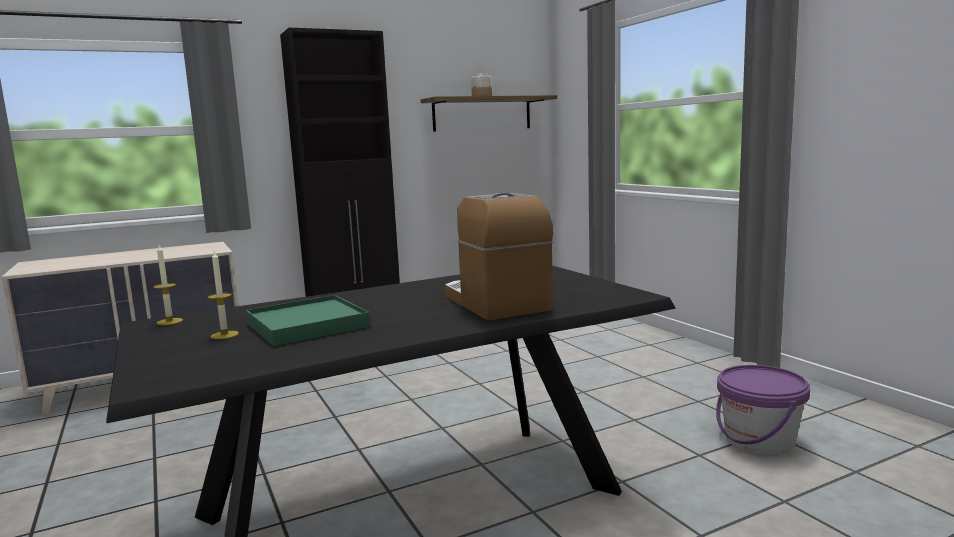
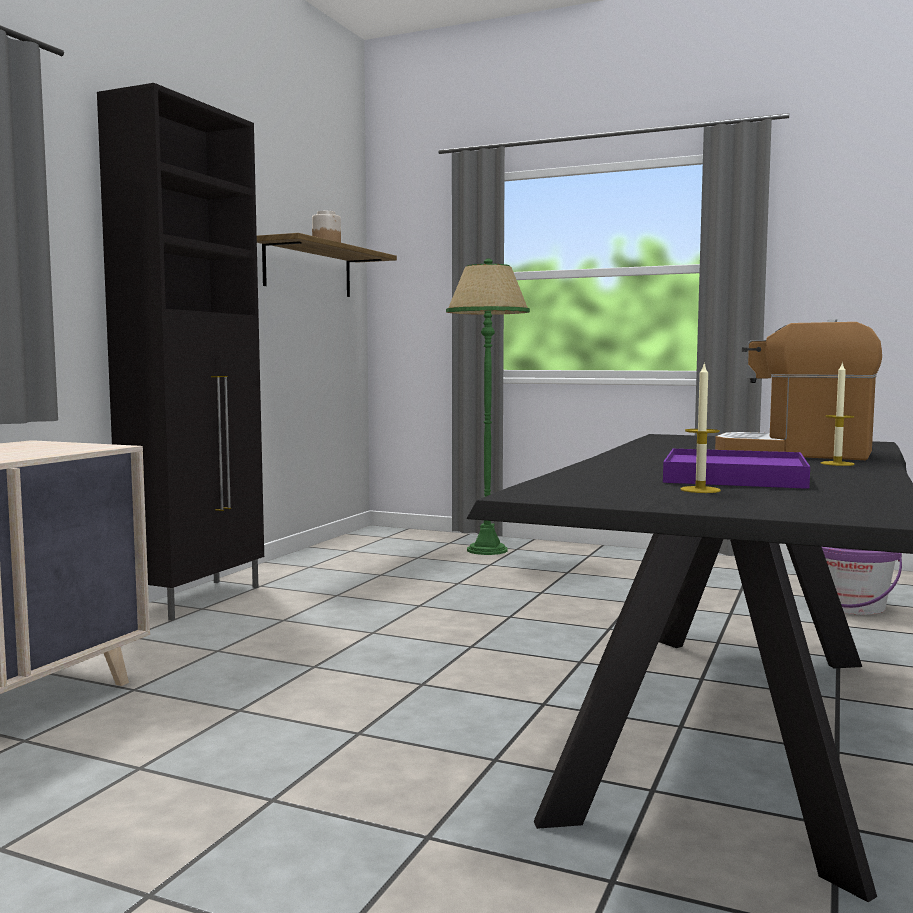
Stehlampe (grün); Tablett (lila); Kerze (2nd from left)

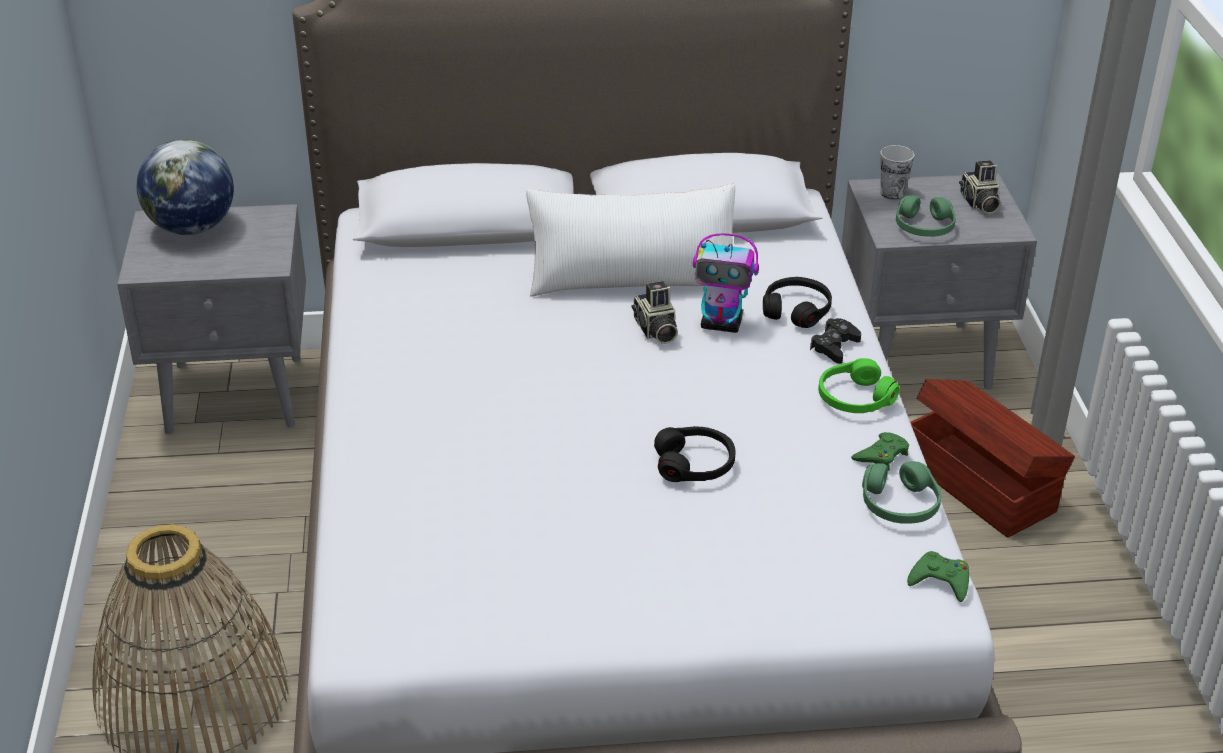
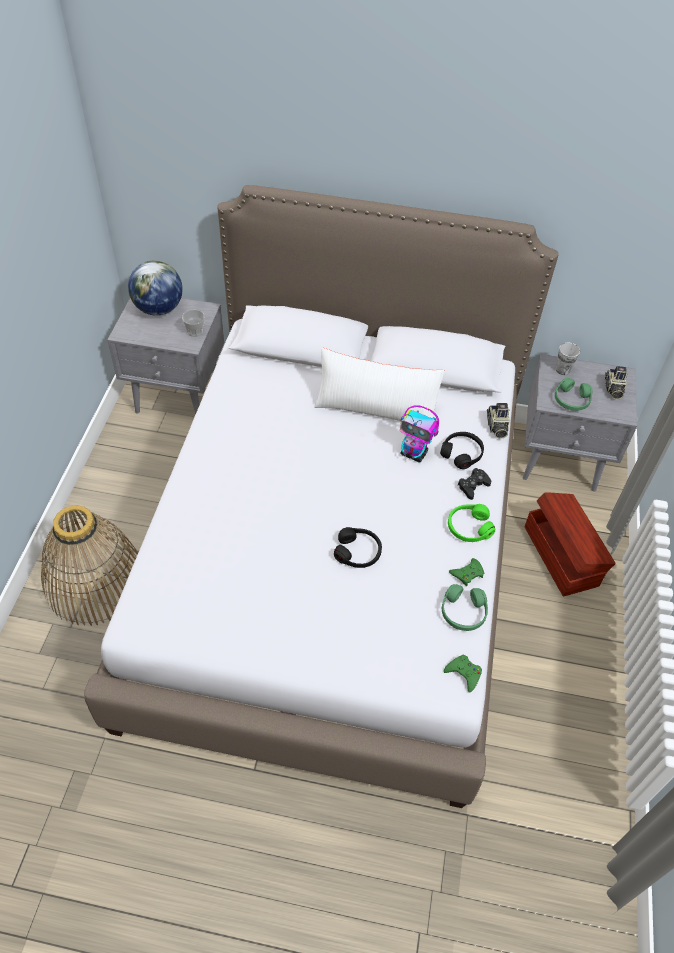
Tasse (1st from left); Kamera (1st from left)

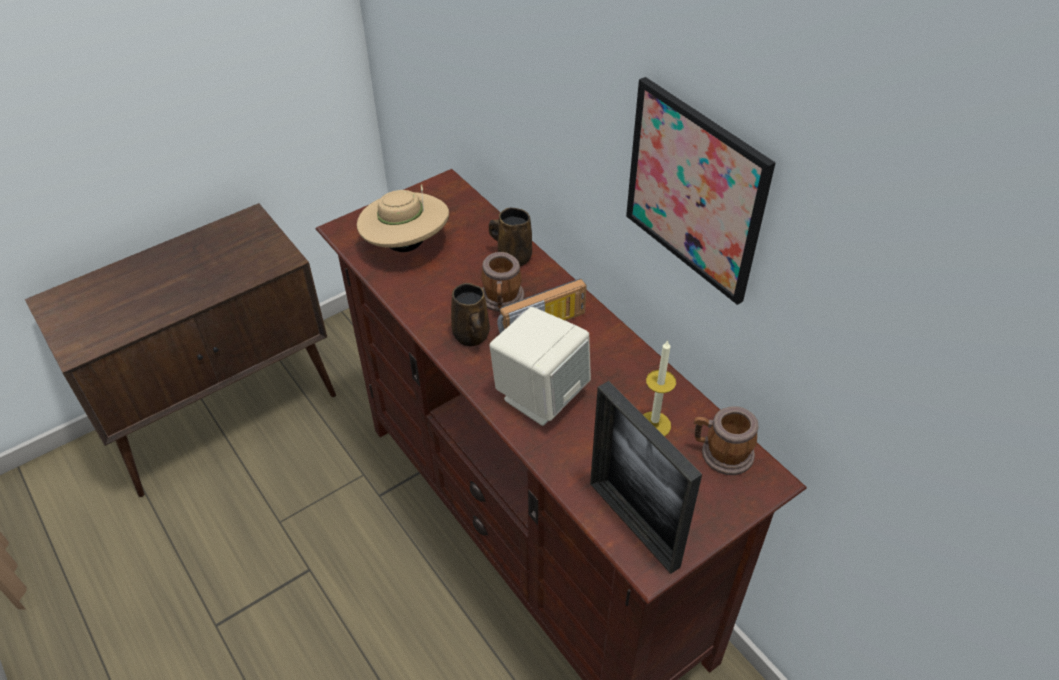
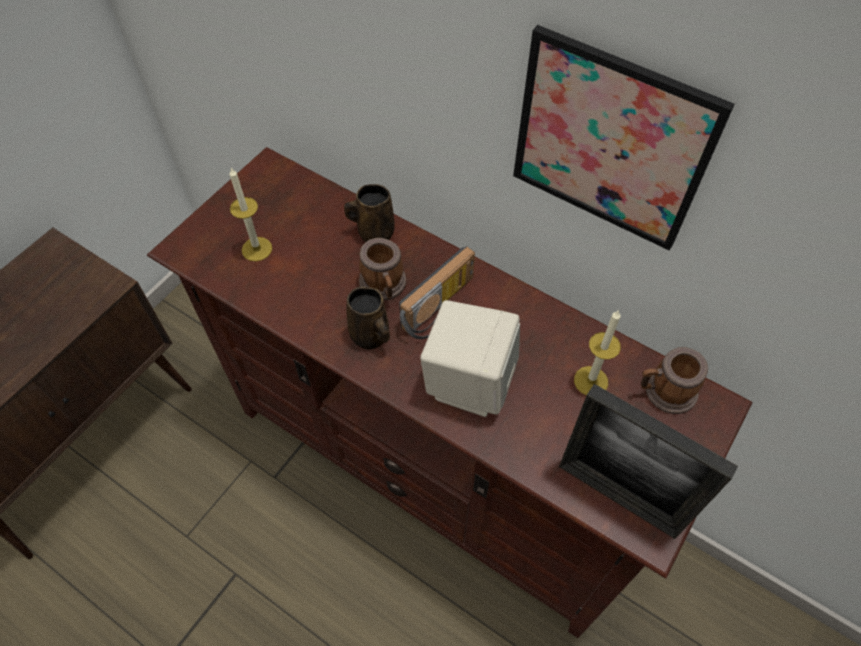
Kerze (1st from left)

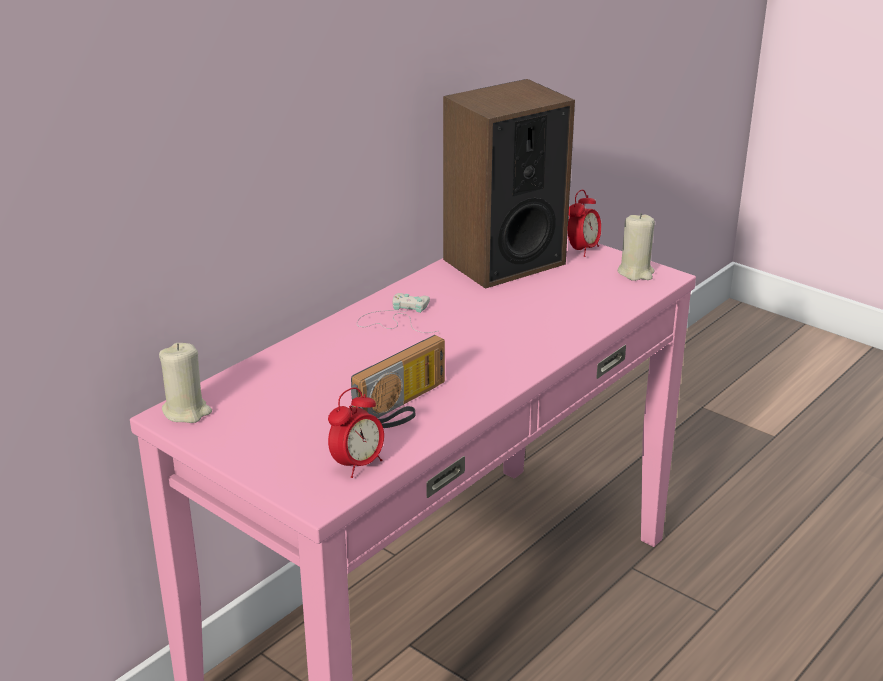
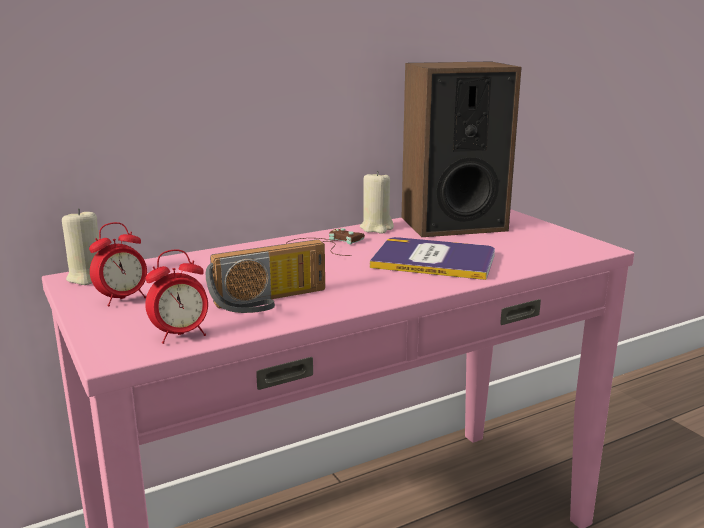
Wecker (1st from left); Gamepad (braun); Kerze (beige) (2nd from left); Buch

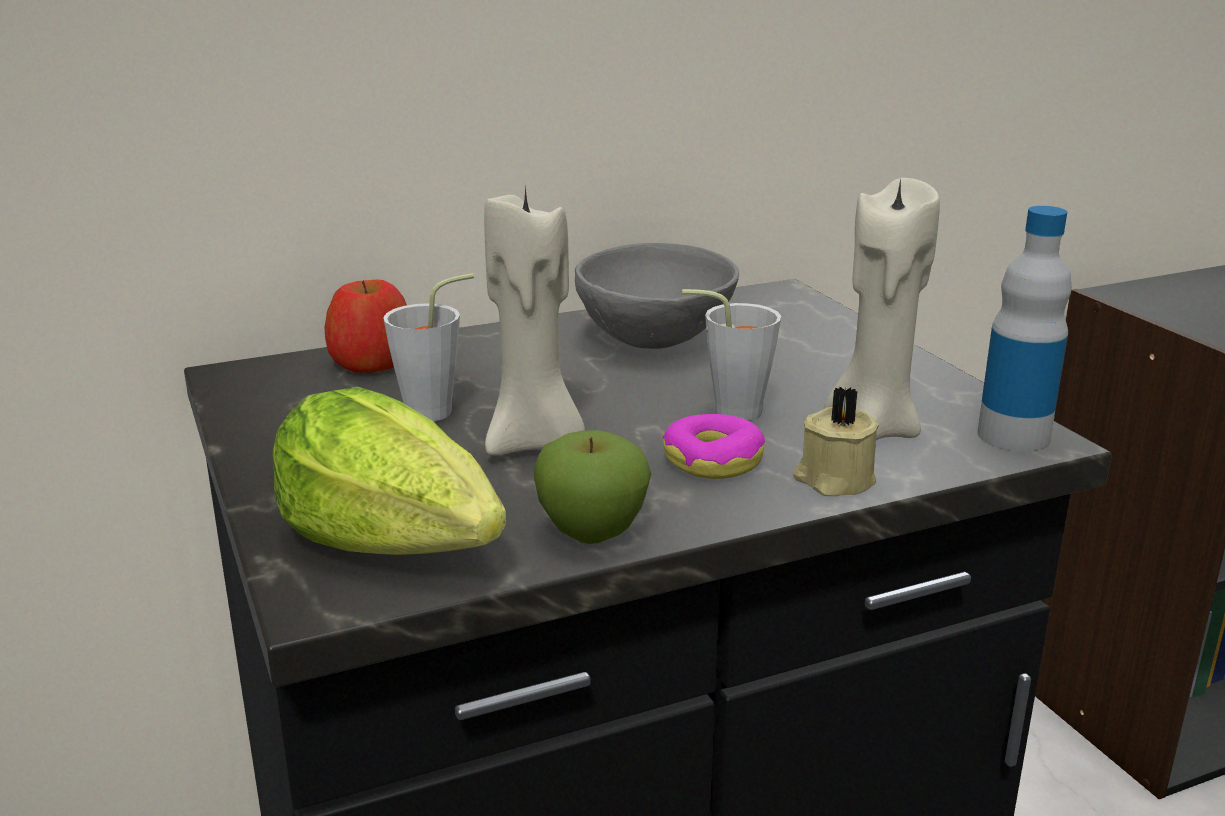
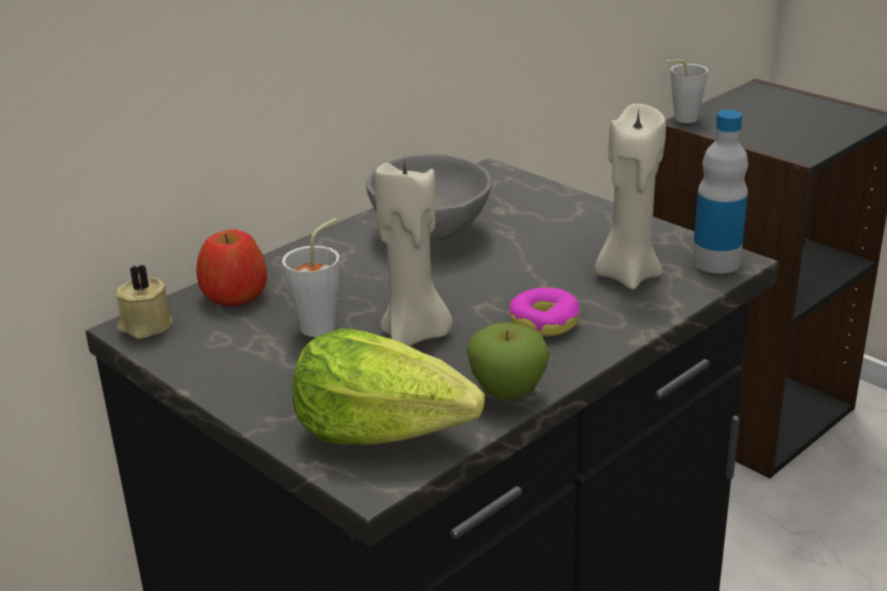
Kerze (beige) (1st from left); Tasse (grau) (2nd from left)

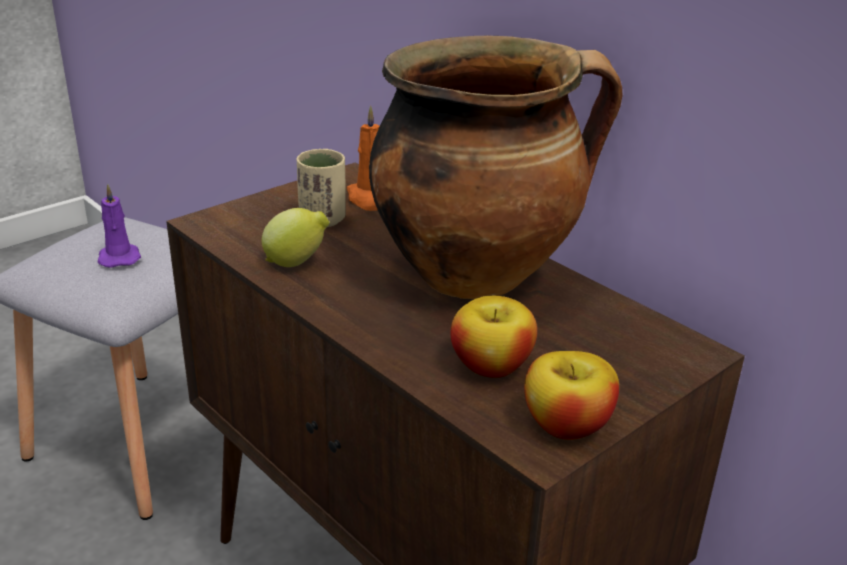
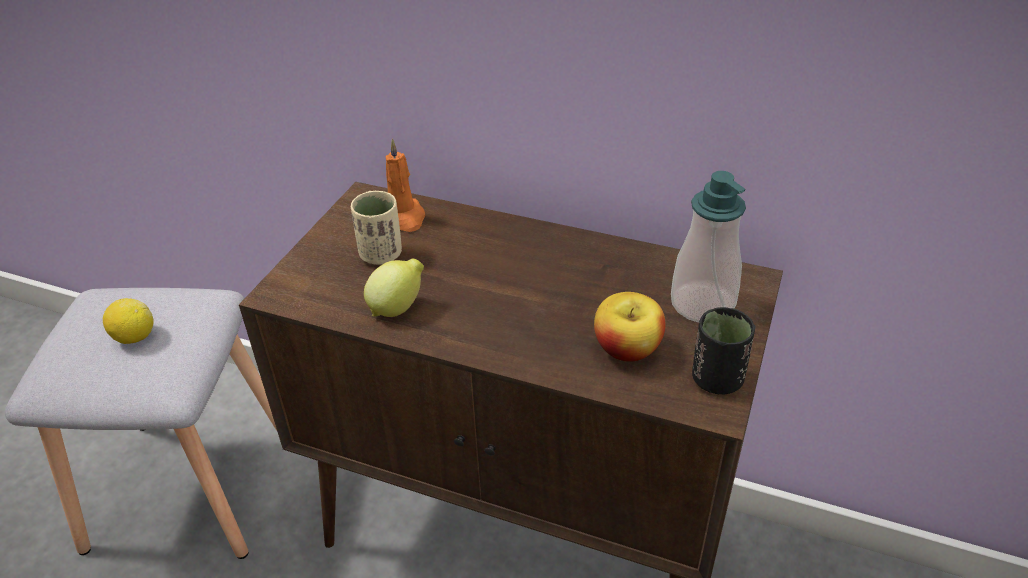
Zitrone (1st from left); Seifenspender; Tasse (schwarz); Kochtopf

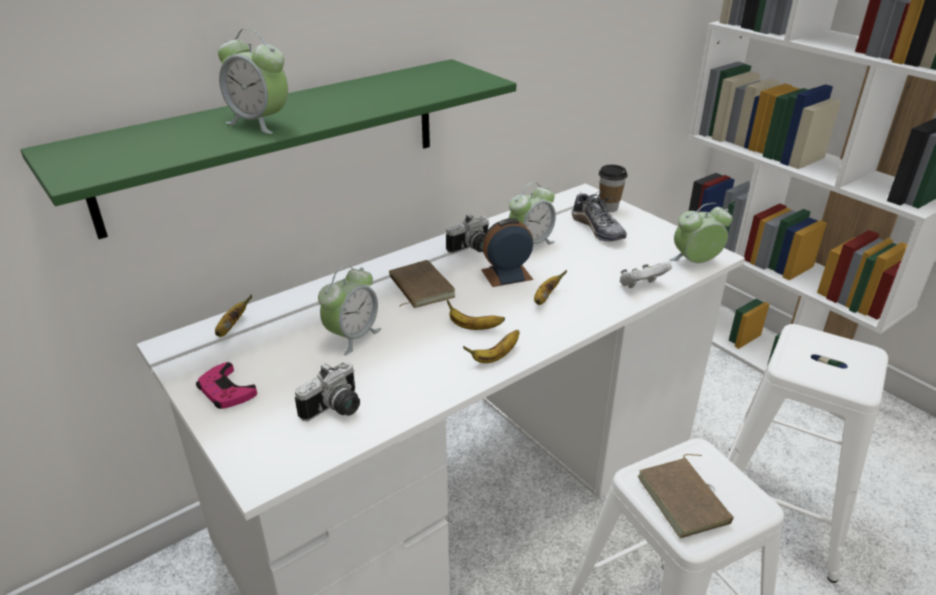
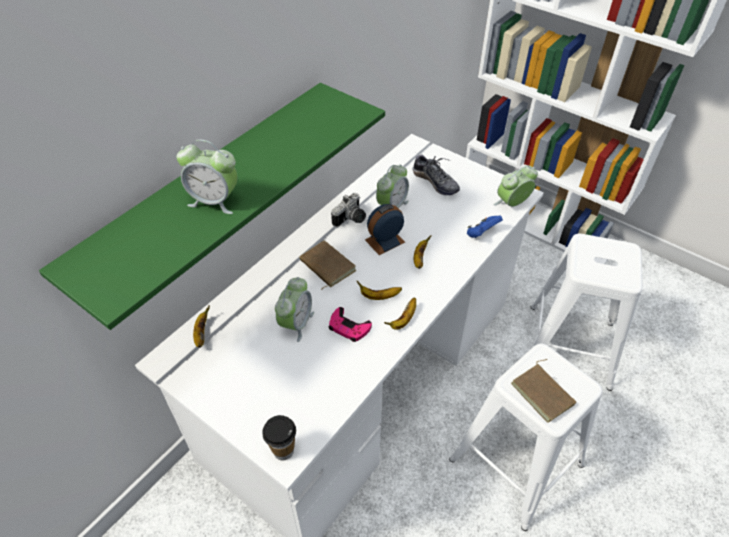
Tasse; Gamepad (rosa); Gamepad (blau); Kamera (1st from left in the first image)

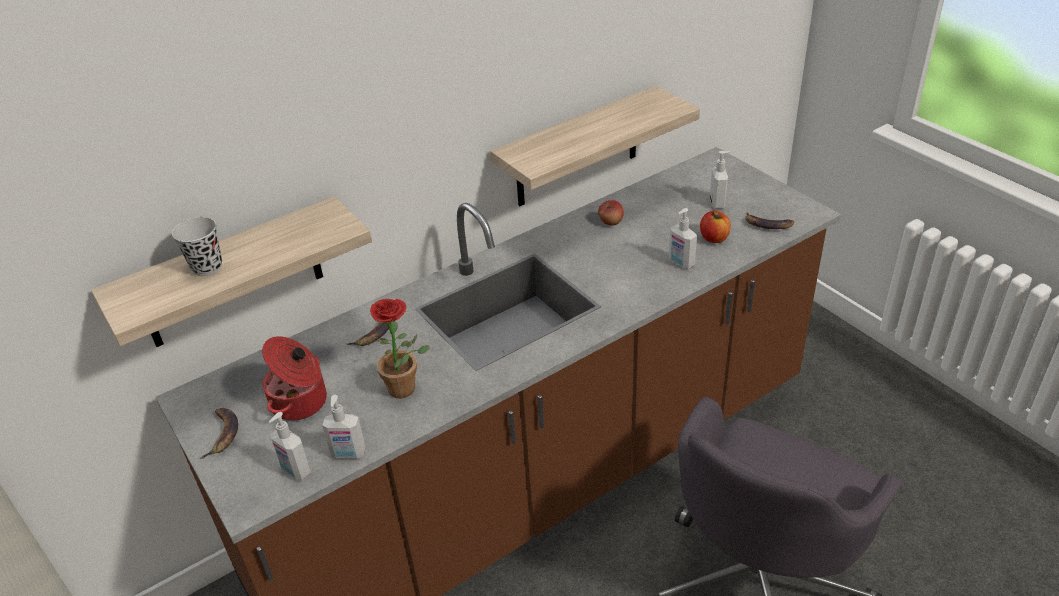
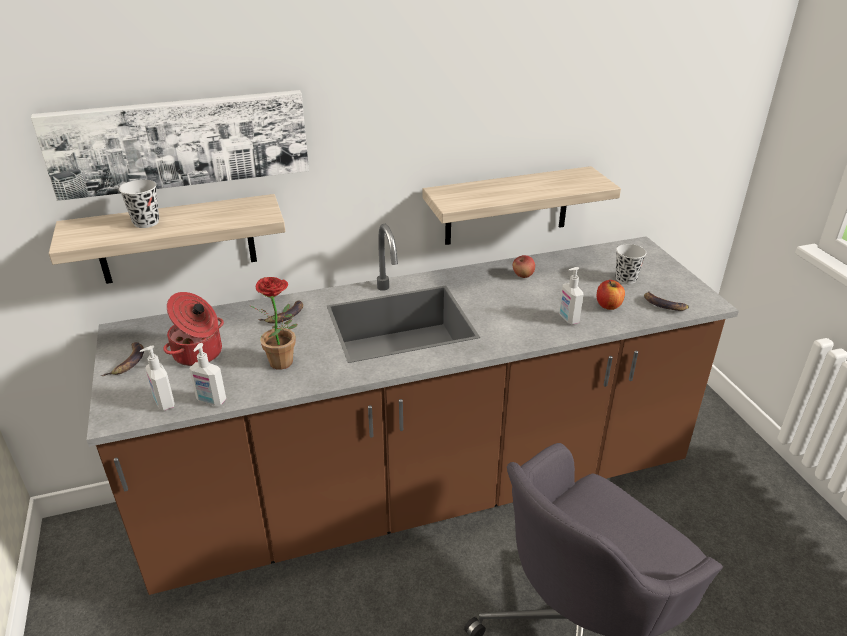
Bild; Tasse (schwarz) (2nd from left)

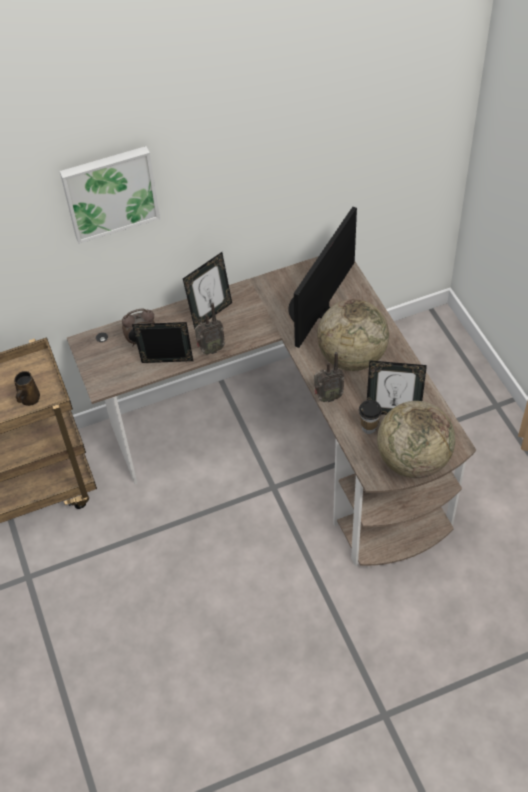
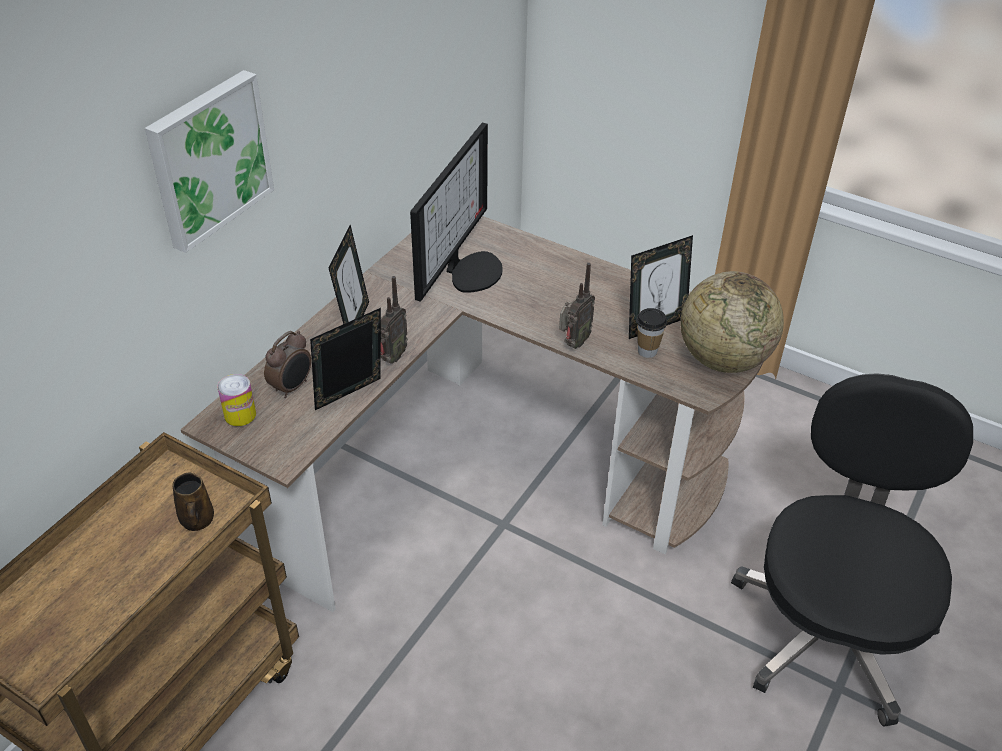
Dose; Monitor; Bürostuhl (schwarz); Globus (1st from left in the first image)

